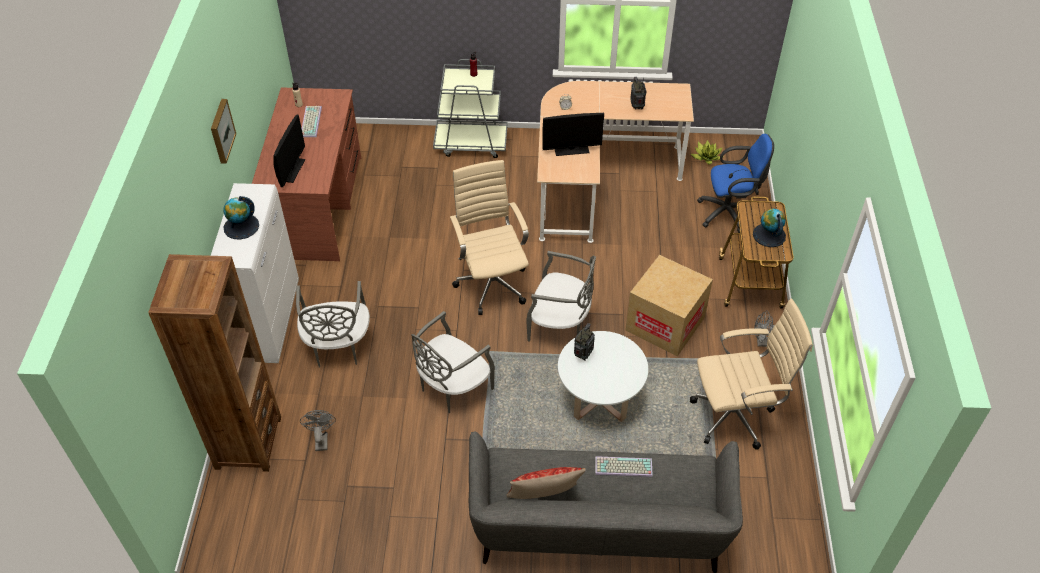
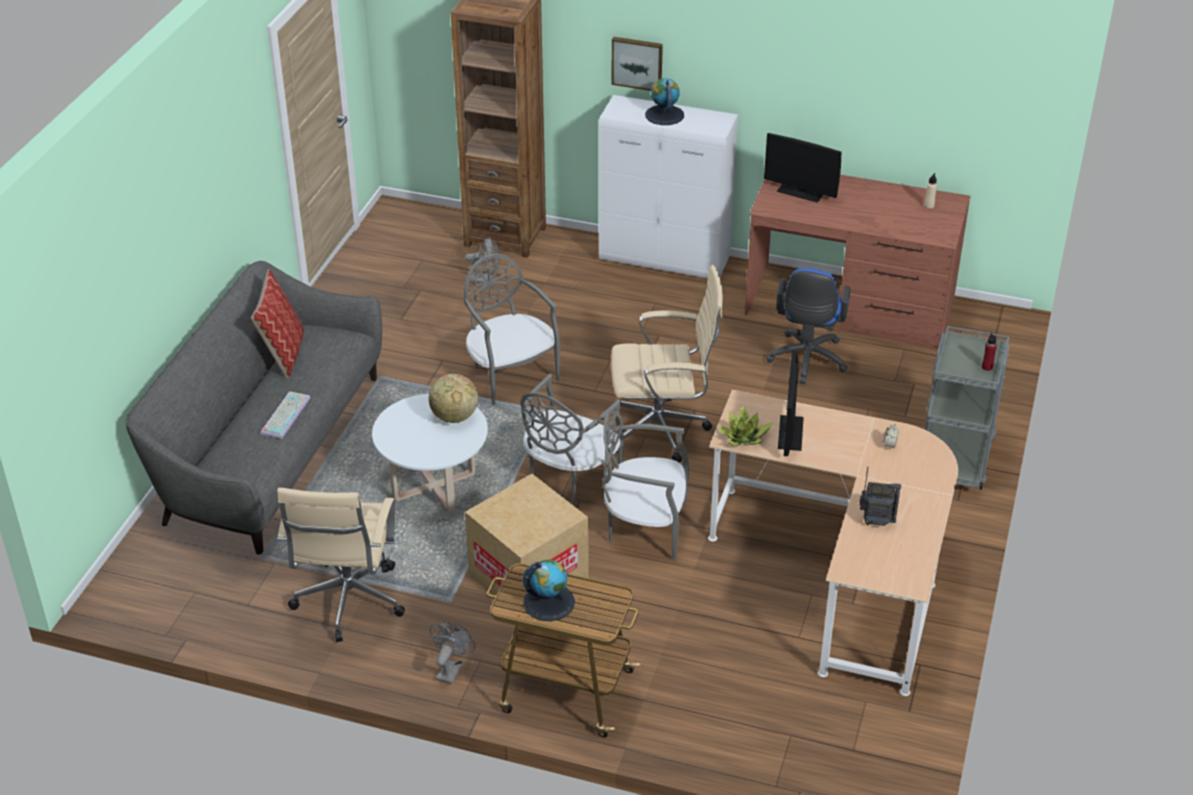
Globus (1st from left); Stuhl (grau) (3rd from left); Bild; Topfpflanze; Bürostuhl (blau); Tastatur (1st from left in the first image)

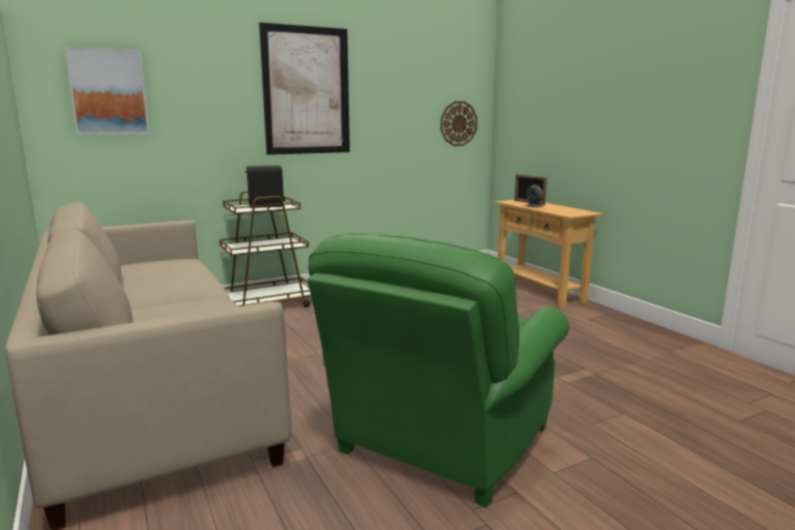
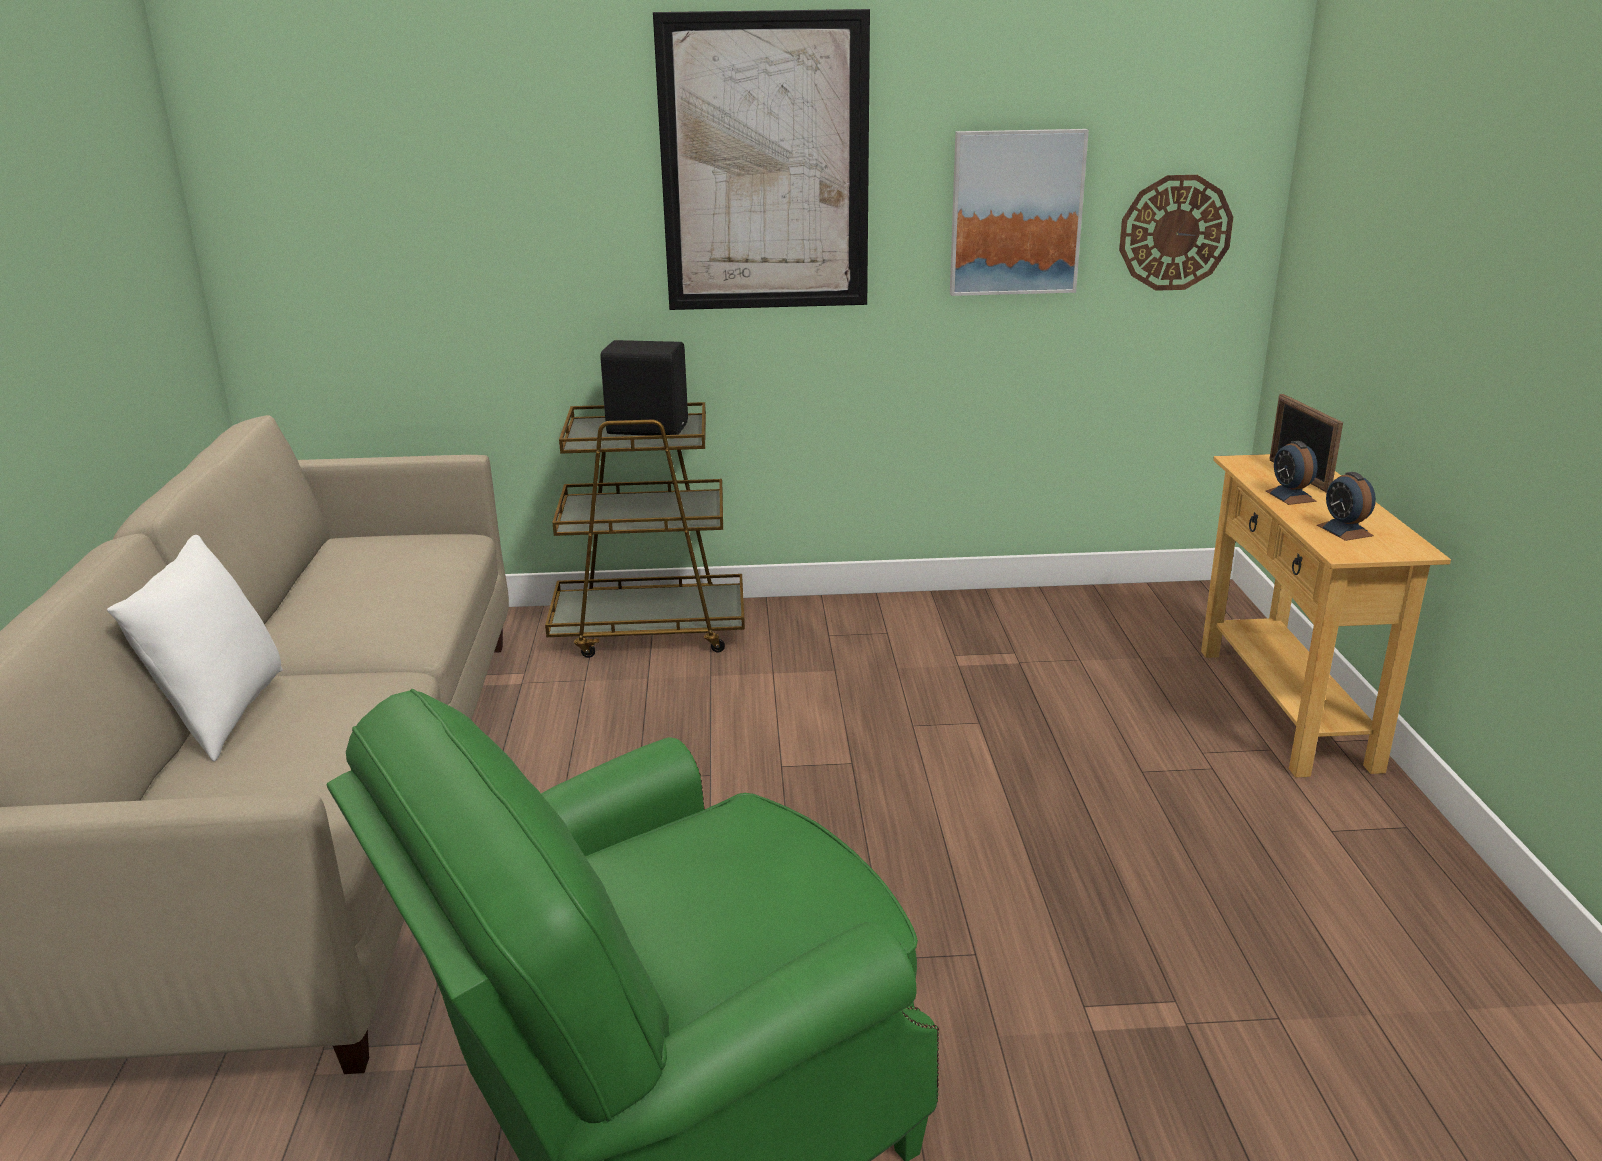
Kissen (weiß); Bild (2nd from left); Wecker (2nd from left)

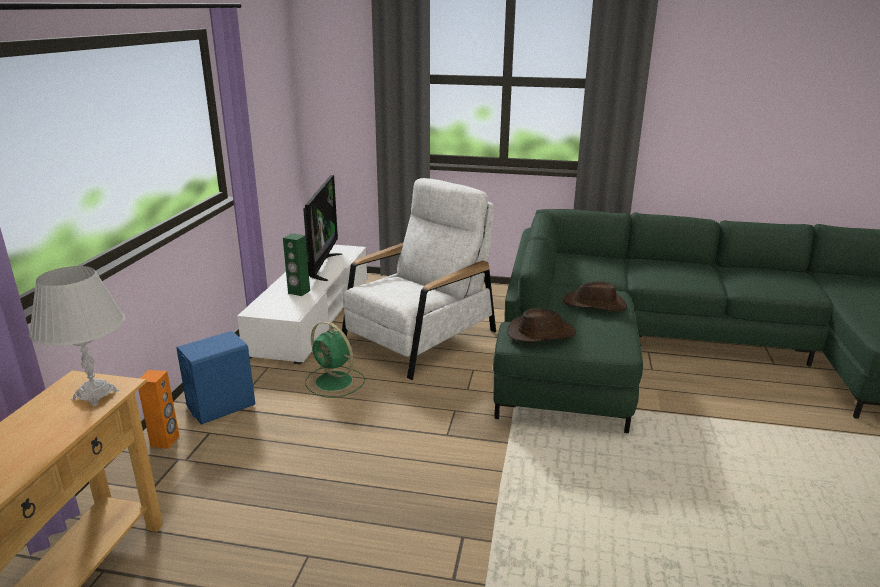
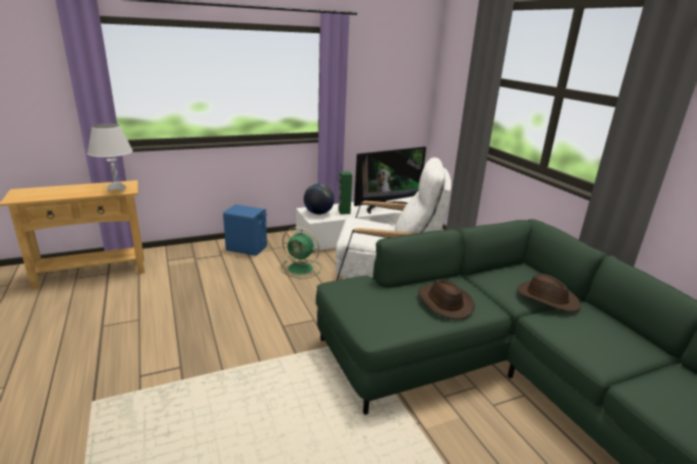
Ventilator (grün); Globus; Hut (braun) (2nd from left); Lautsprecher (orange)

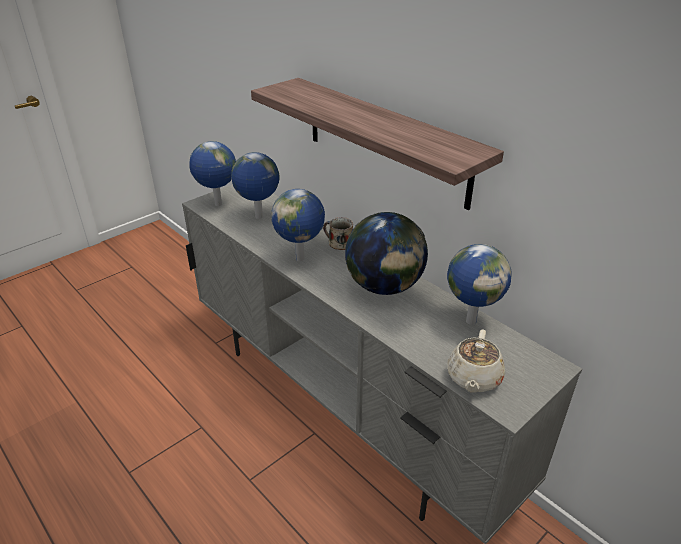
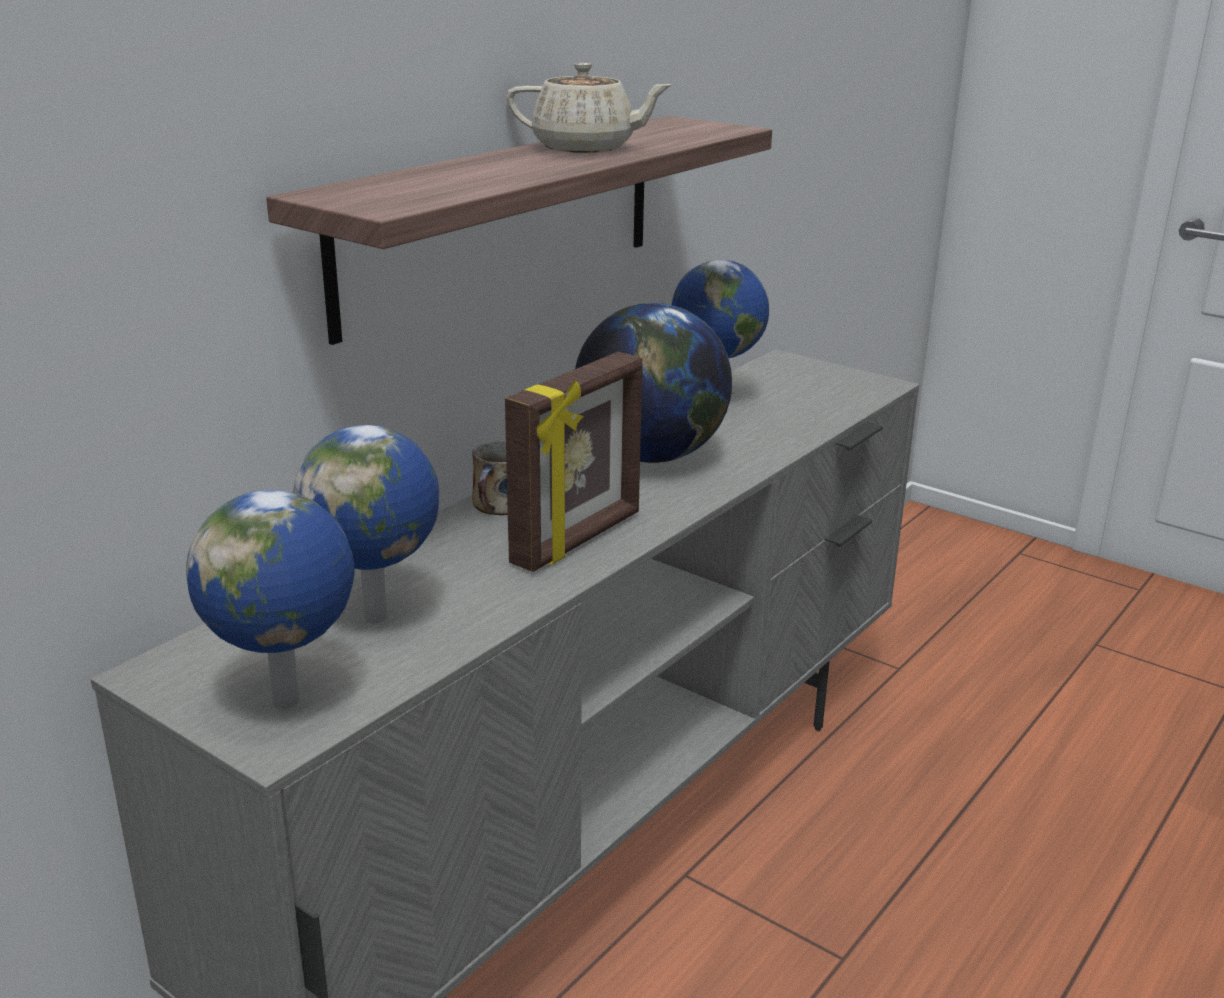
Bilderrahmen; Teekanne (beige)

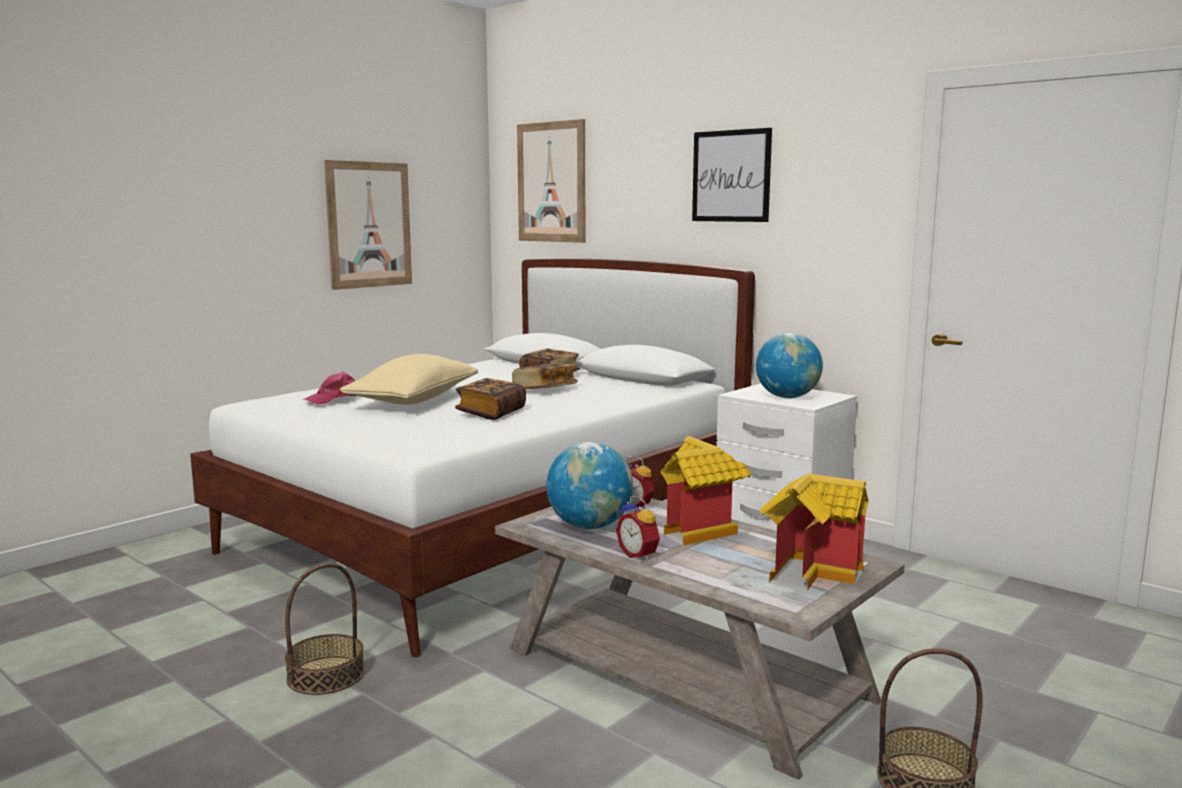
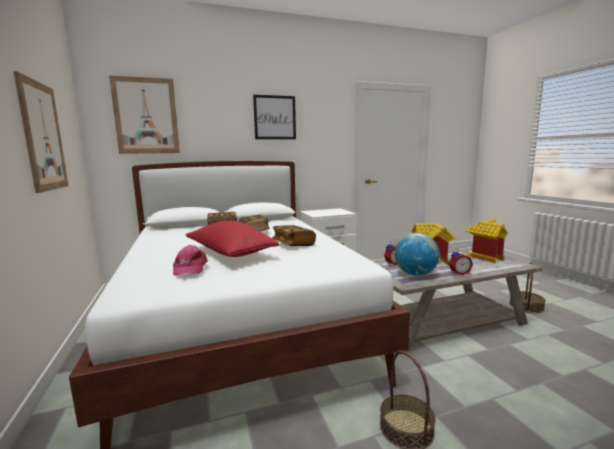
Kissen (rot); Globus (2nd from left in the first image)

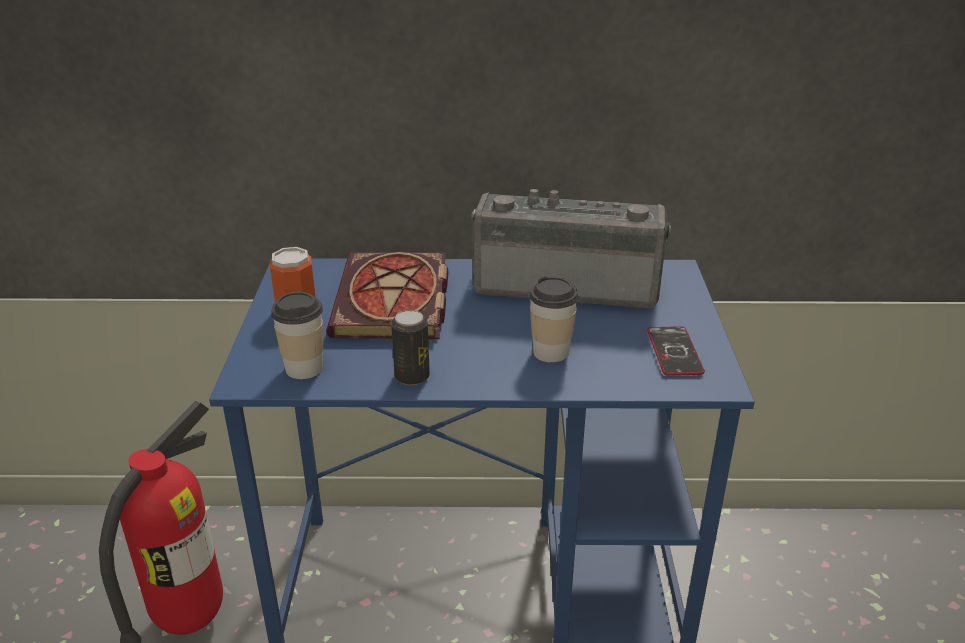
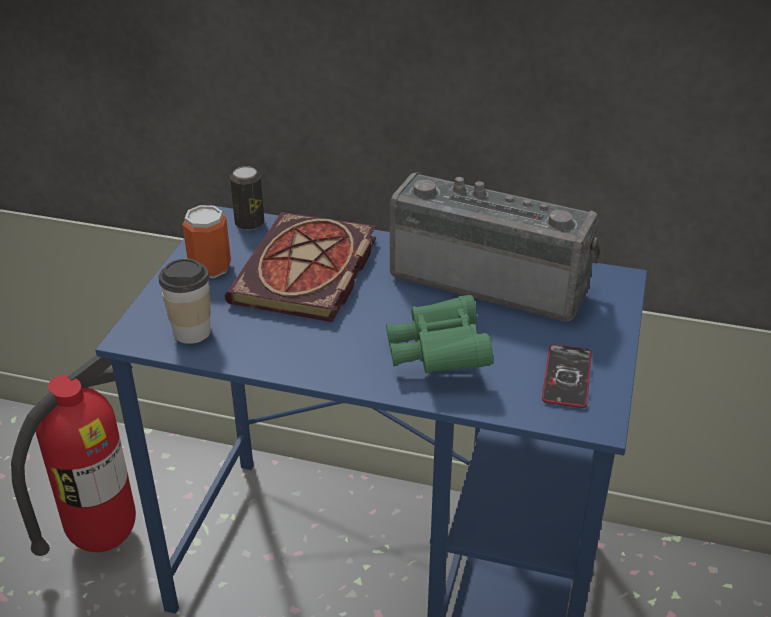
Dose (2nd from left); Fernglas (grün)

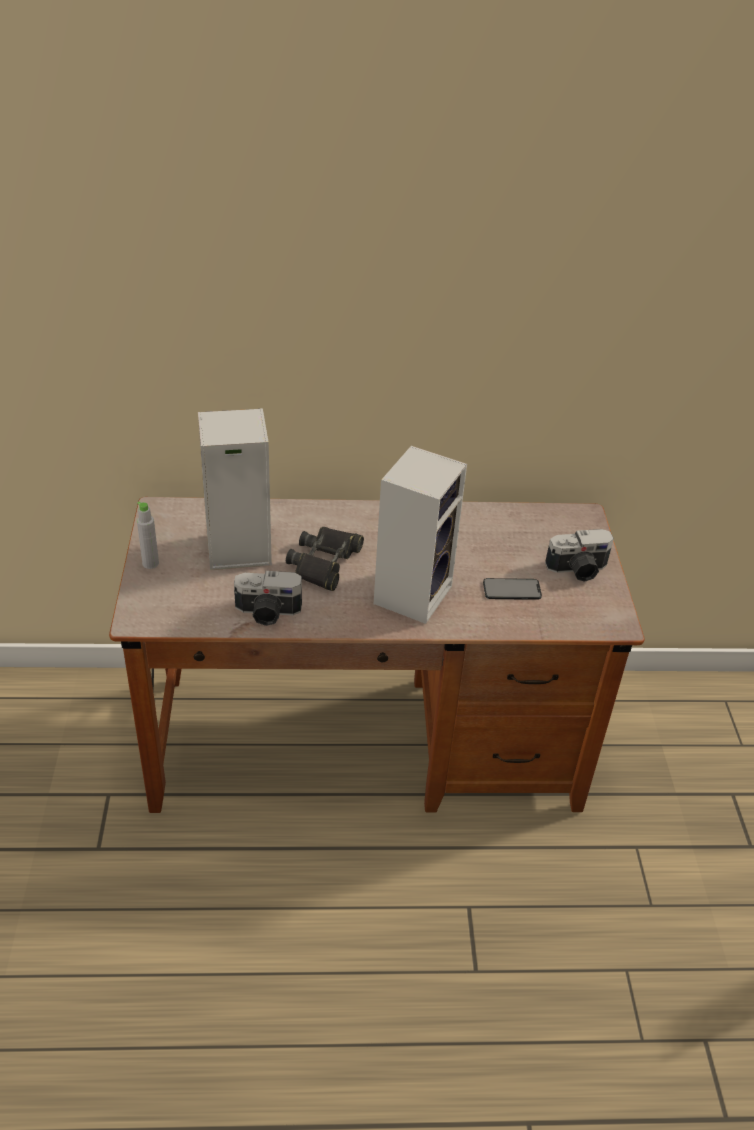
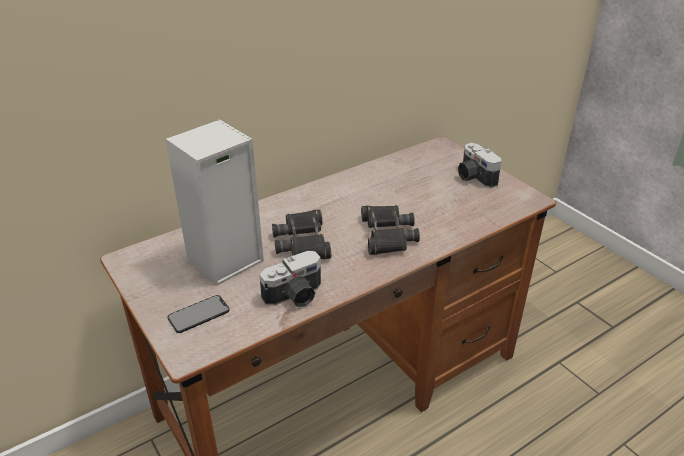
Handy; Fernglas (schwarz) (2nd from left); Kamera (2nd from left); Flasche (grau)

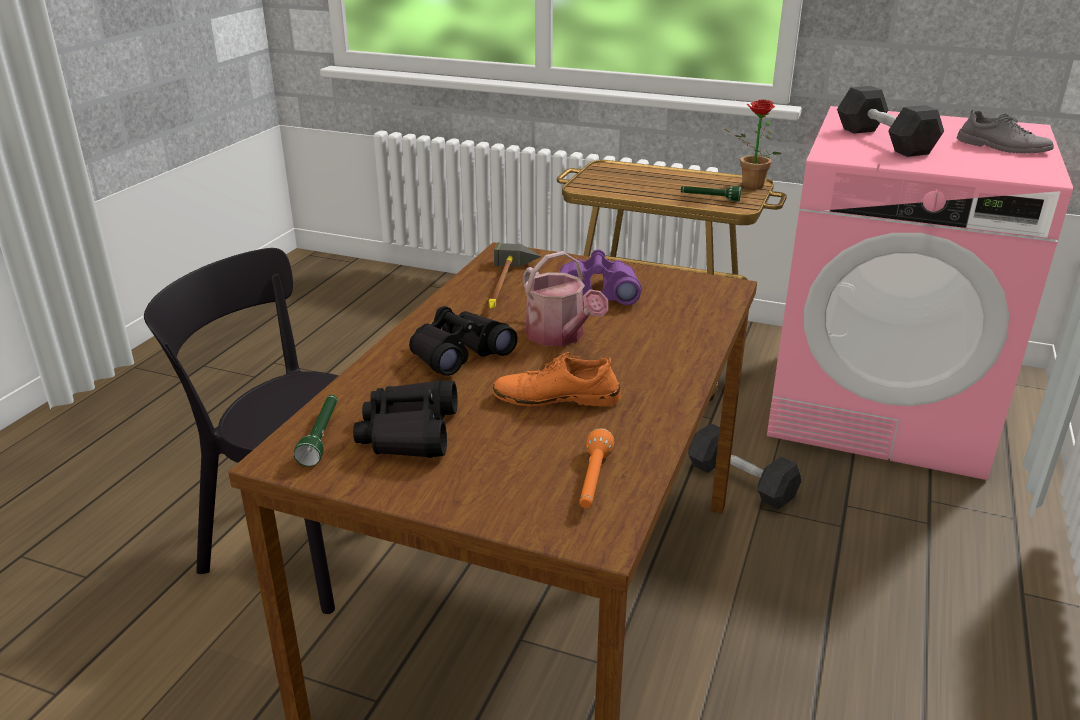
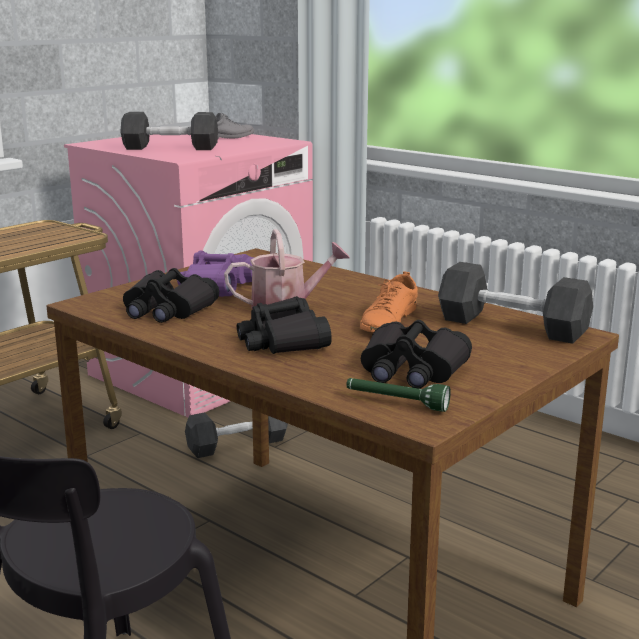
Fernglas (schwarz) (1st from left); Hantel (schwarz) (3rd from left); Taschenlampe (grün) (2nd from left in the first image); Topfpflanze

